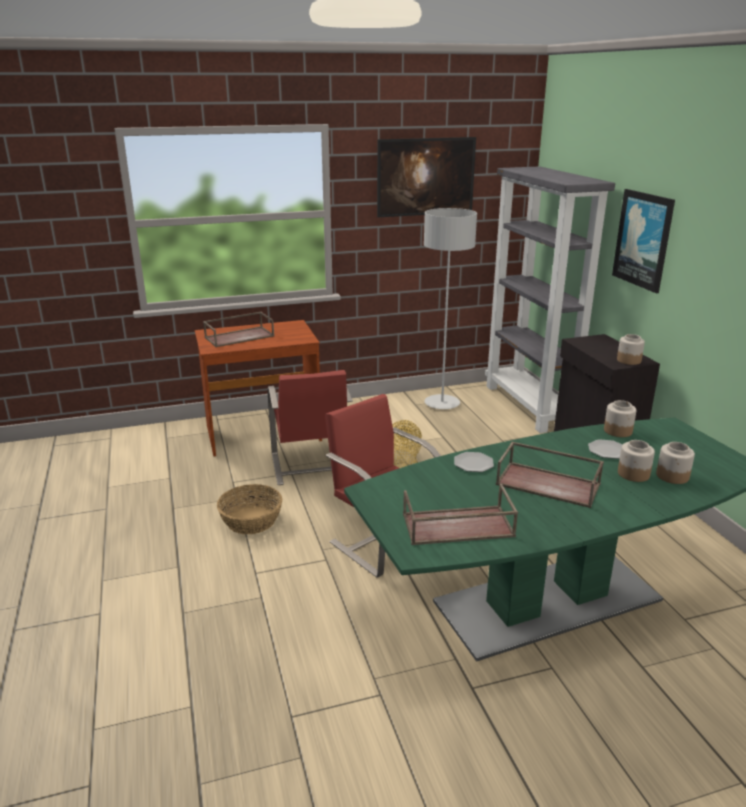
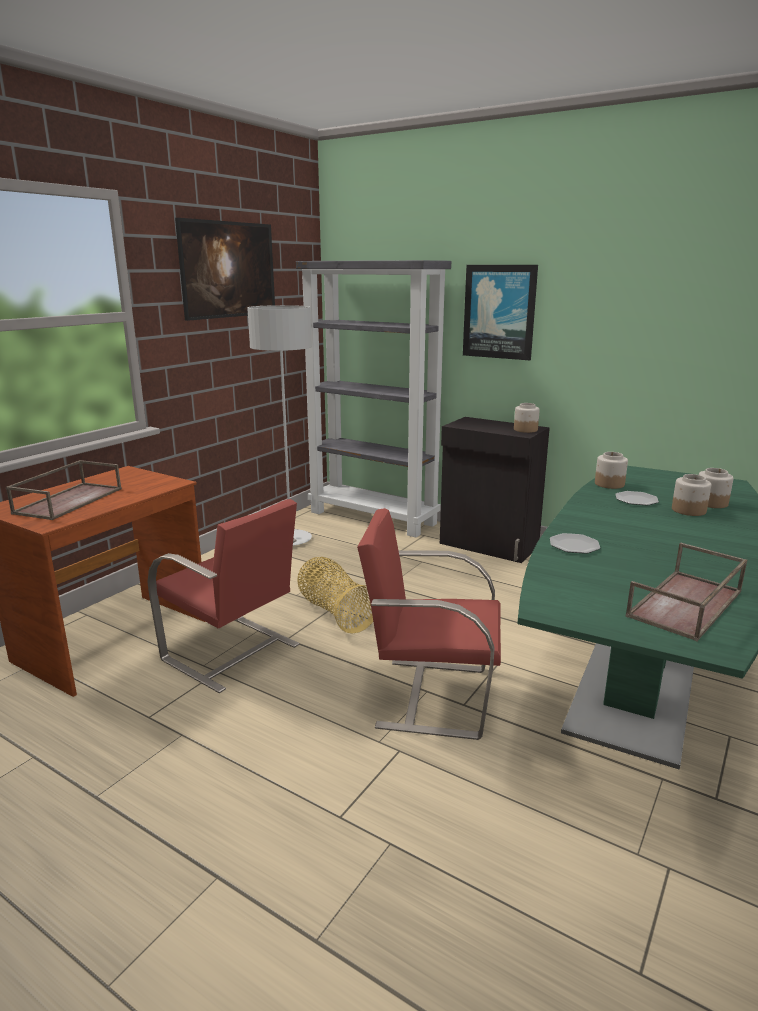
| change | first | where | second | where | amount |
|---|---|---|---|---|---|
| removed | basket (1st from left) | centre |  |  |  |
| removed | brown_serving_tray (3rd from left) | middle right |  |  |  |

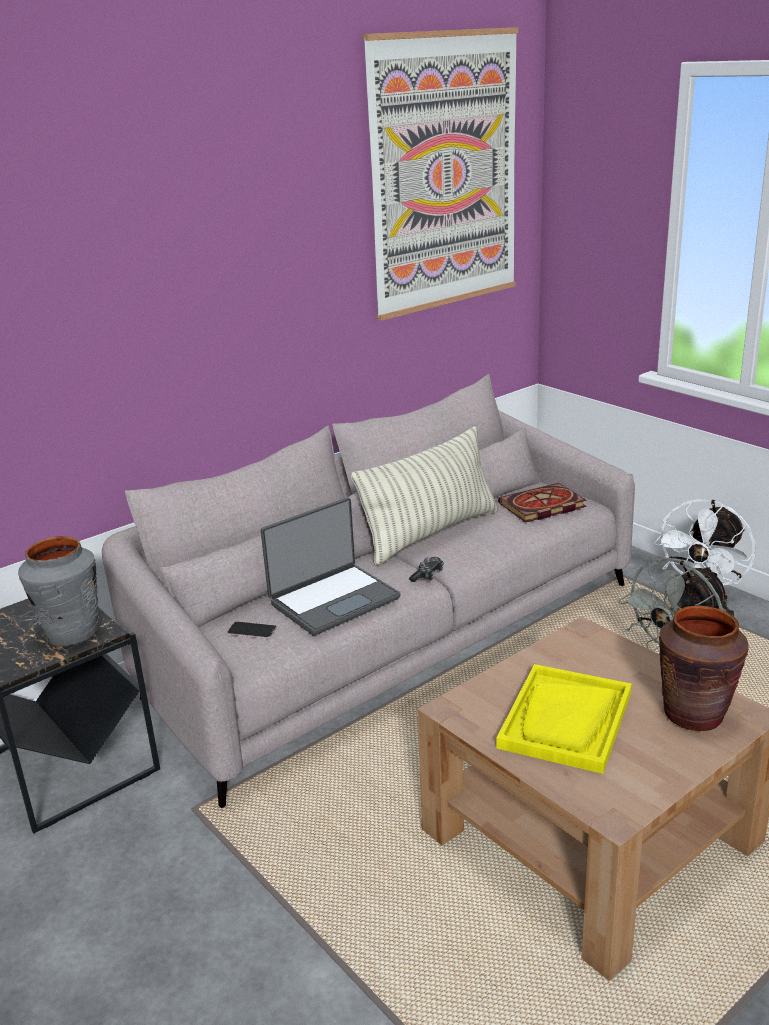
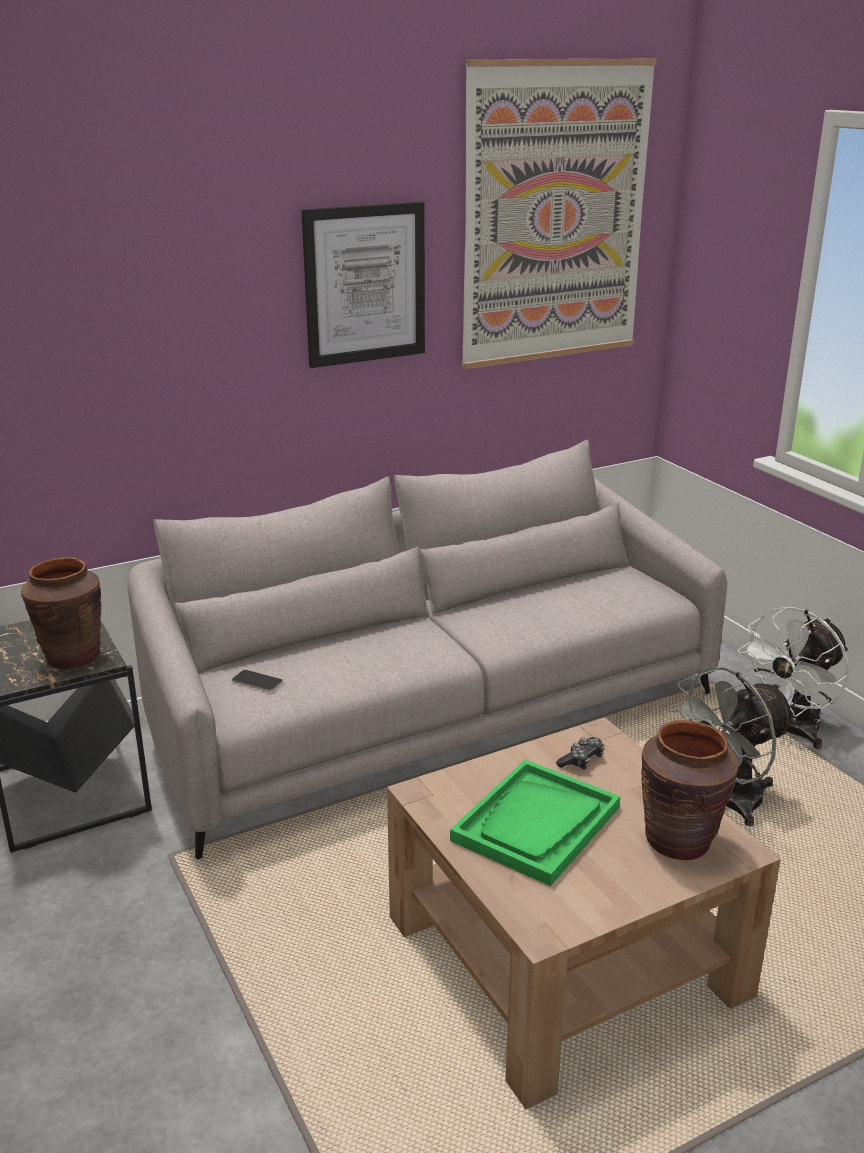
| change | first | where | second | where | amount |
|---|---|---|---|---|---|
| recoloured | greyish_decorative_vase | middle left | brown_decorative_vase (1st from left) | middle left |  |
| added |  |  | wall_picture (1st from left) | top centre |  |
| recoloured | yellowish_serving_tray | bottom right | green_serving_tray | bottom centre |  |
| moved | joypad | centre |  | middle right |  |
| removed | laptop | centre |  |  |  |
| removed | cushion | centre |  |  |  |
| removed | book | middle right |  |  |  |

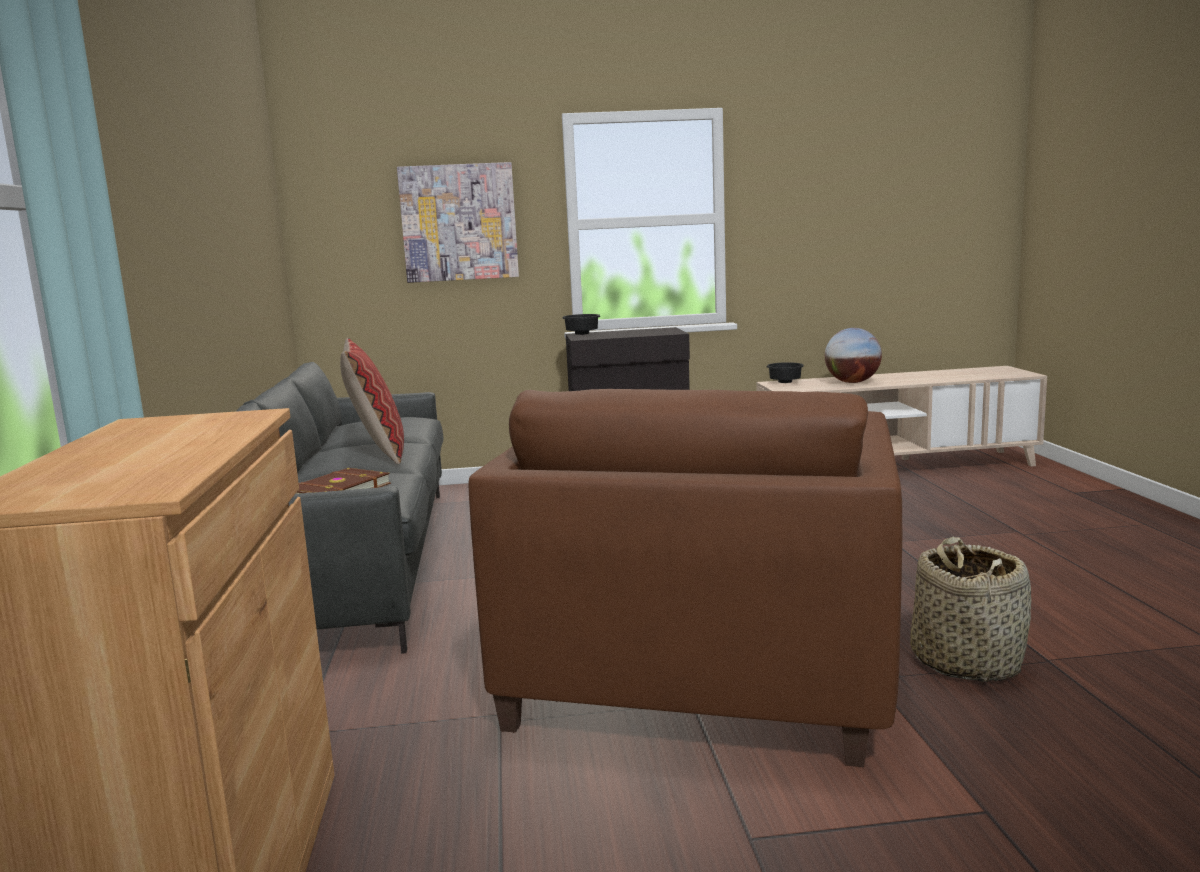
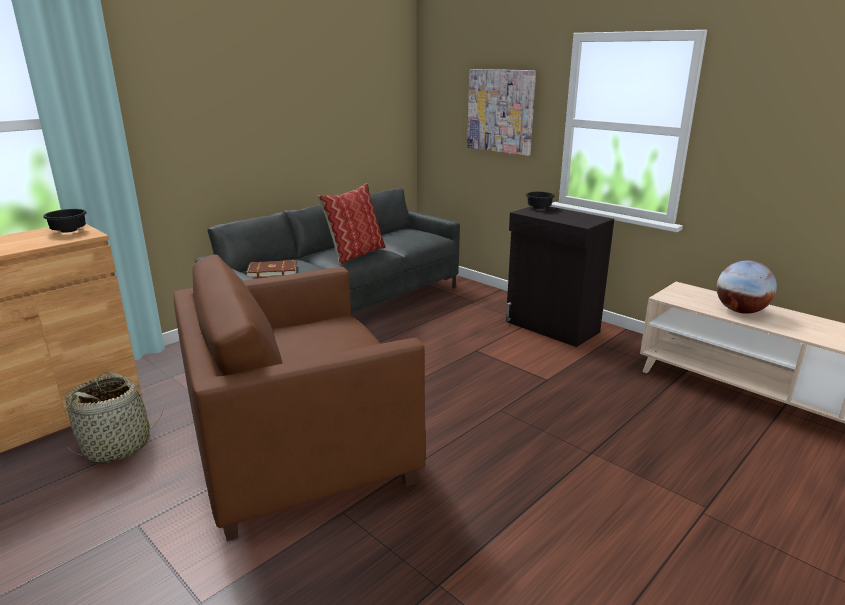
| change | first | where | second | where | amount |
|---|---|---|---|---|---|
| moved | black-coloured_serving_bowl (2nd from left in the first image) | centre | black-coloured_serving_bowl (1st from left) | middle left |  |
| moved | basket | bottom right |  | bottom left |  |

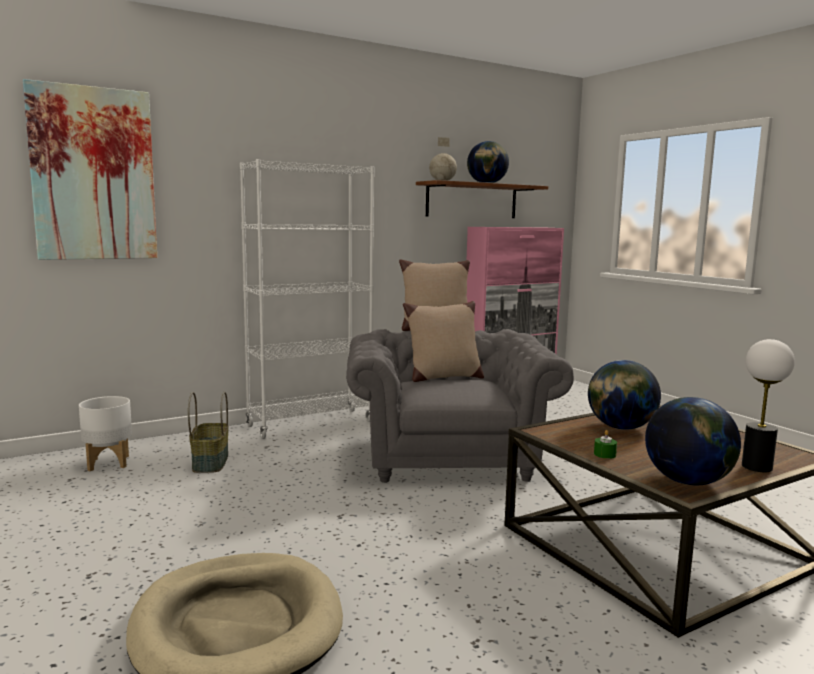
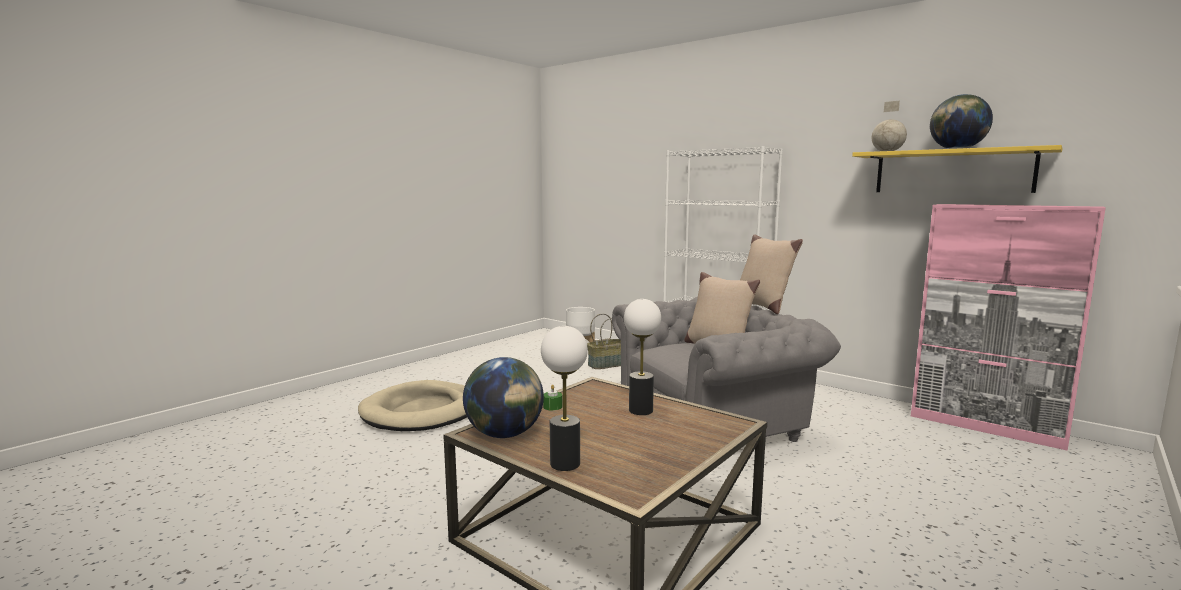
| change | first | where | second | where | amount |
|---|---|---|---|---|---|
| replaced | desk_globe (3rd from left) | middle right | table_lamp (2nd from left) | centre |  |
| recoloured | brown_wall_shelf | top centre | yellowish_wall_shelf | top right |  |
| removed | wall_picture | top left |  |  |  |

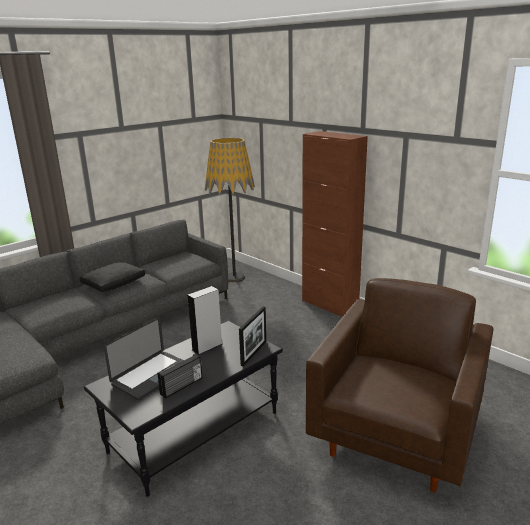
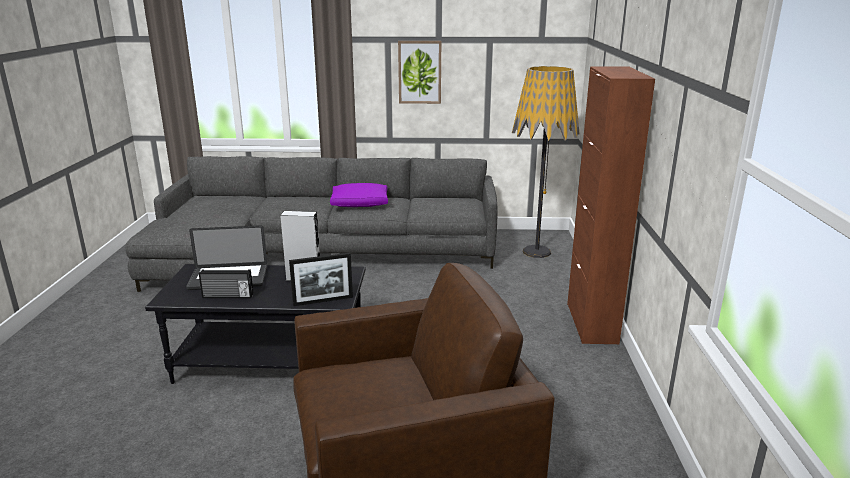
| change | first | where | second | where | amount |
|---|---|---|---|---|---|
| recoloured | black-coloured_cushion | middle left | purplish_cushion | centre |  |
| added |  |  | wall_picture | top centre |  |

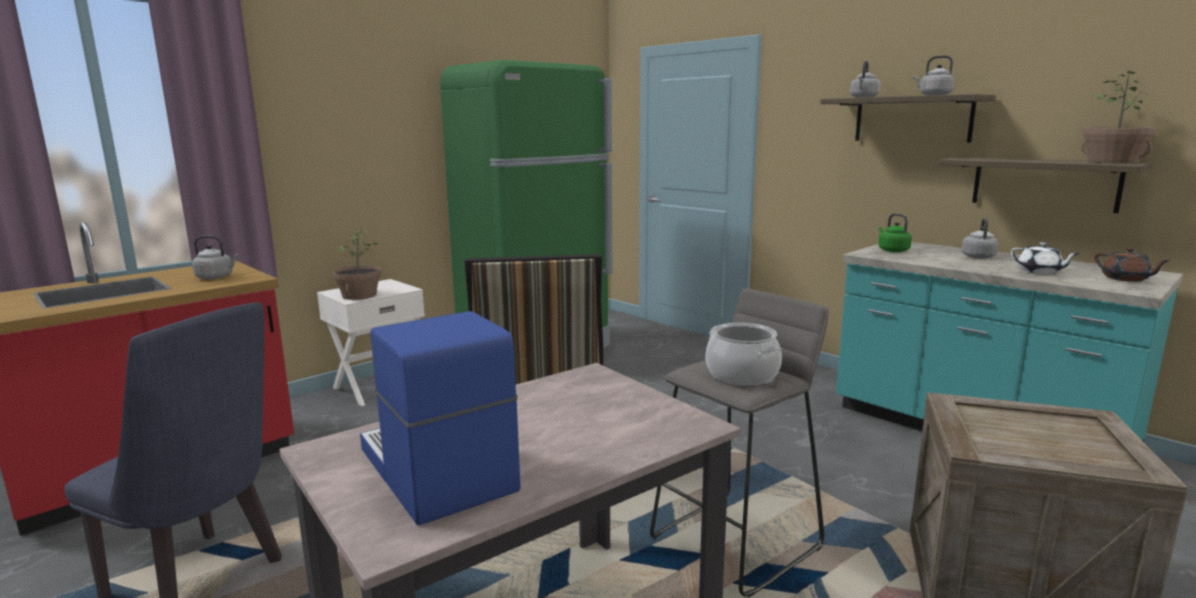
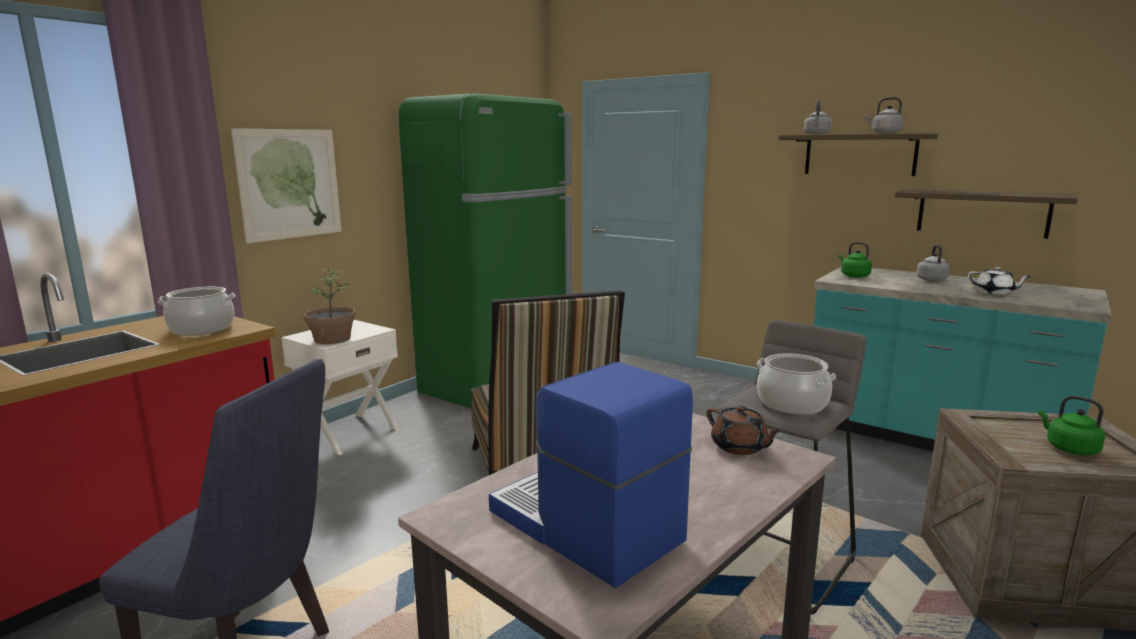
| change | first | where | second | where | amount |
|---|---|---|---|---|---|
| replaced | greyish_water_kettle (1st from left) | middle left | stockpot (1st from left) | middle left |  |
| added |  |  | wall_picture | top left |  |
| moved | brown_pot_for_tea | middle right |  | bottom centre |  |
| added |  |  | green_water_kettle (2nd from left) | middle right |  |
| removed | houseplant (2nd from left) | top right |  |  |  |

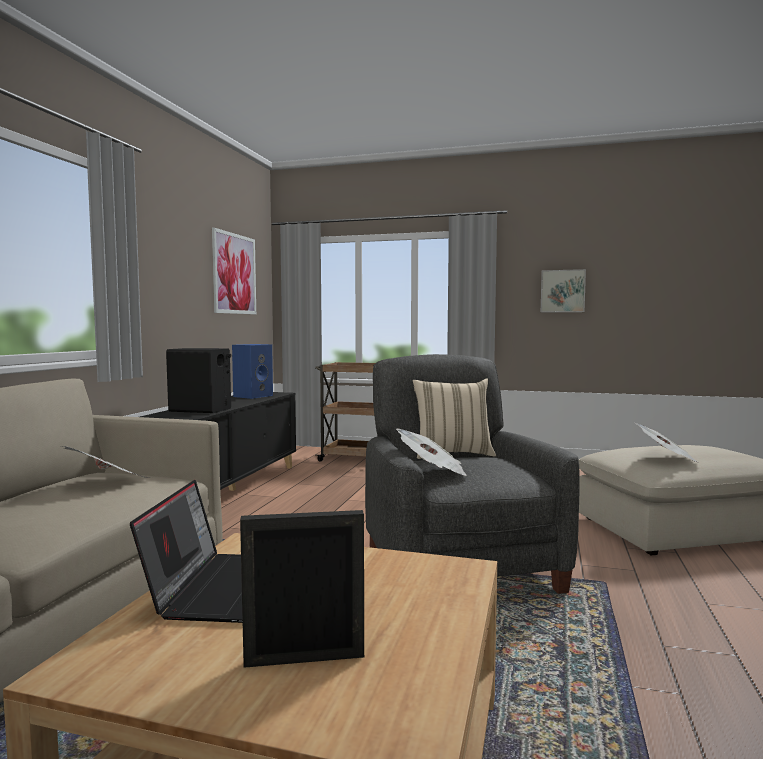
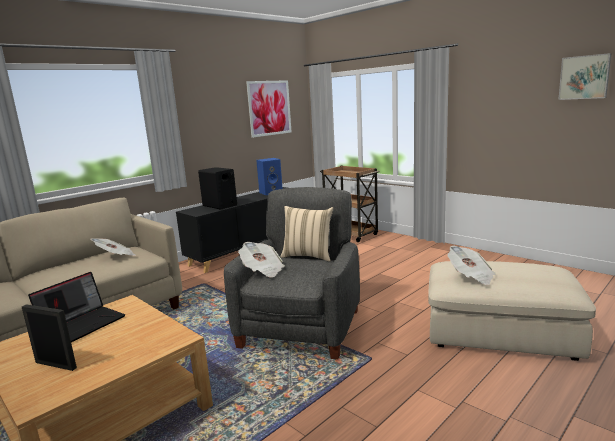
| change | first | where | second | where | amount |
|---|---|---|---|---|---|
| moved | wall_picture (2nd from left) | middle right |  | top right |  |

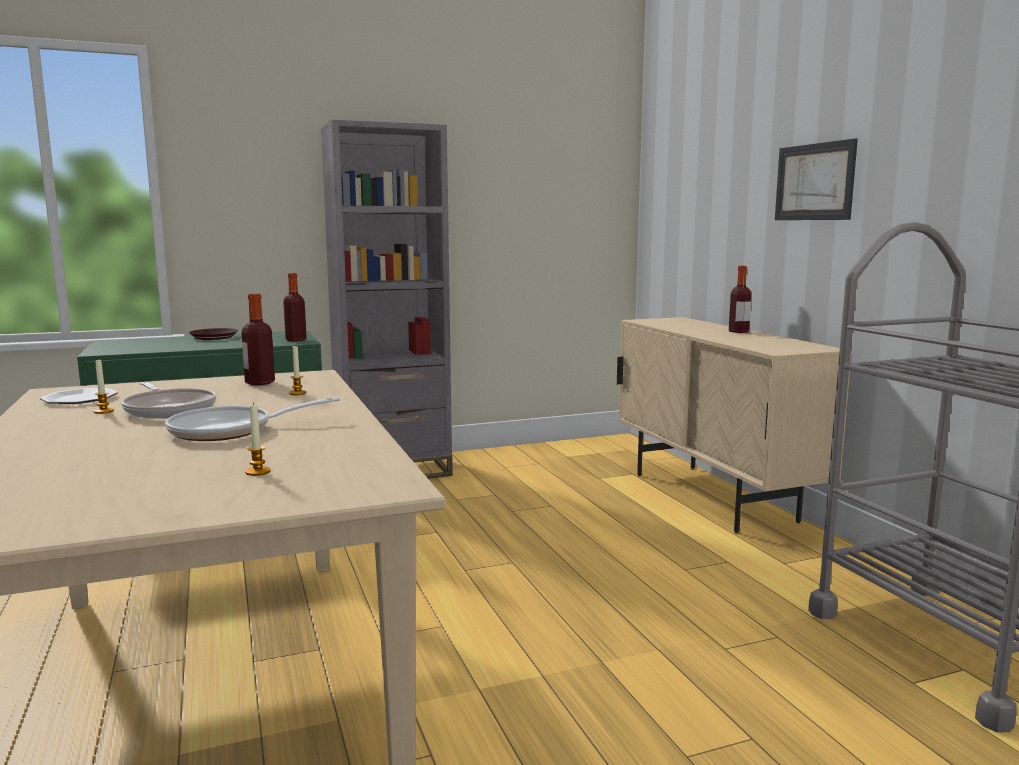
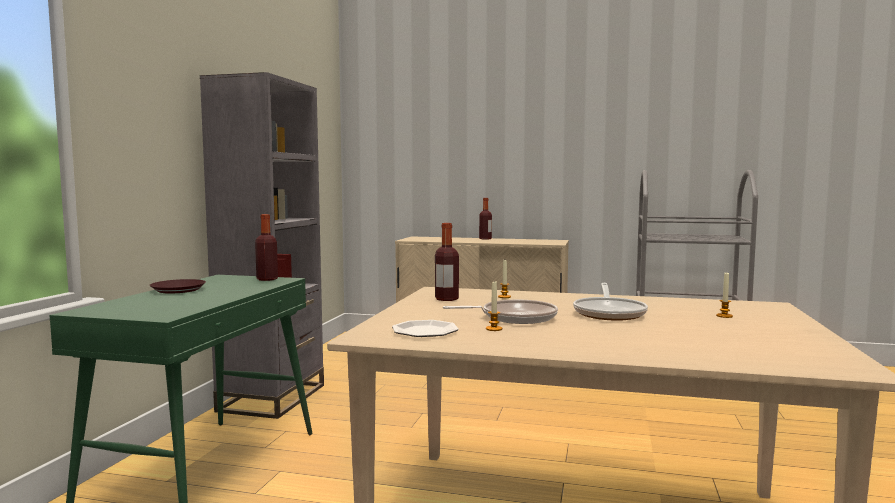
| change | first | where | second | where | amount |
|---|---|---|---|---|---|
| removed | wall_picture | top right |  |  |  |

